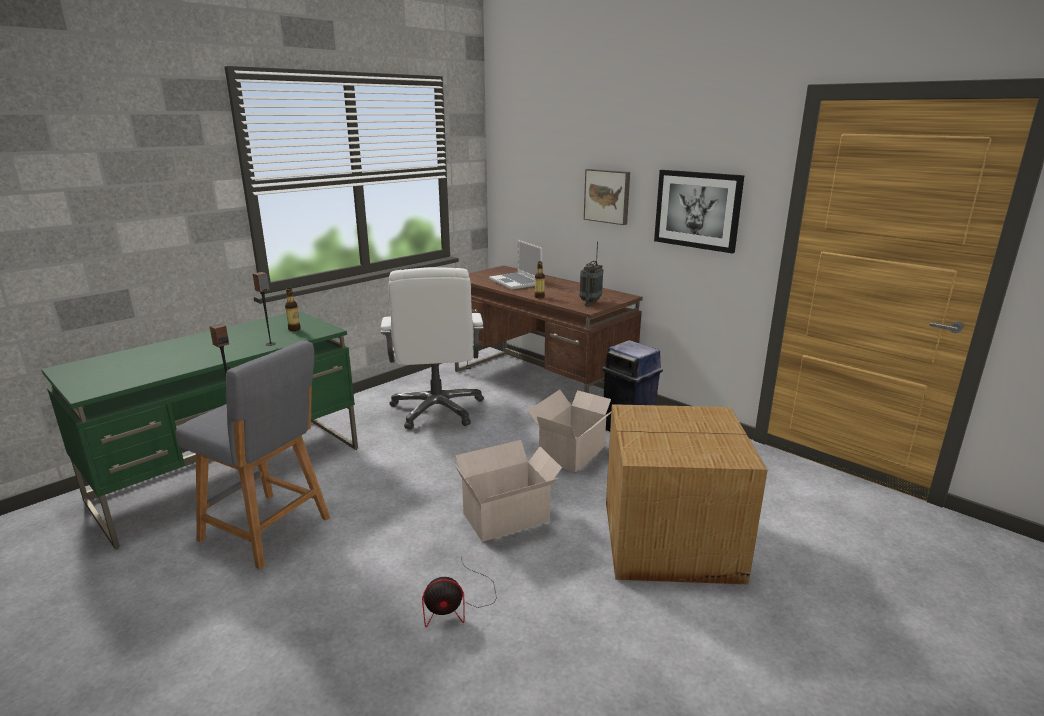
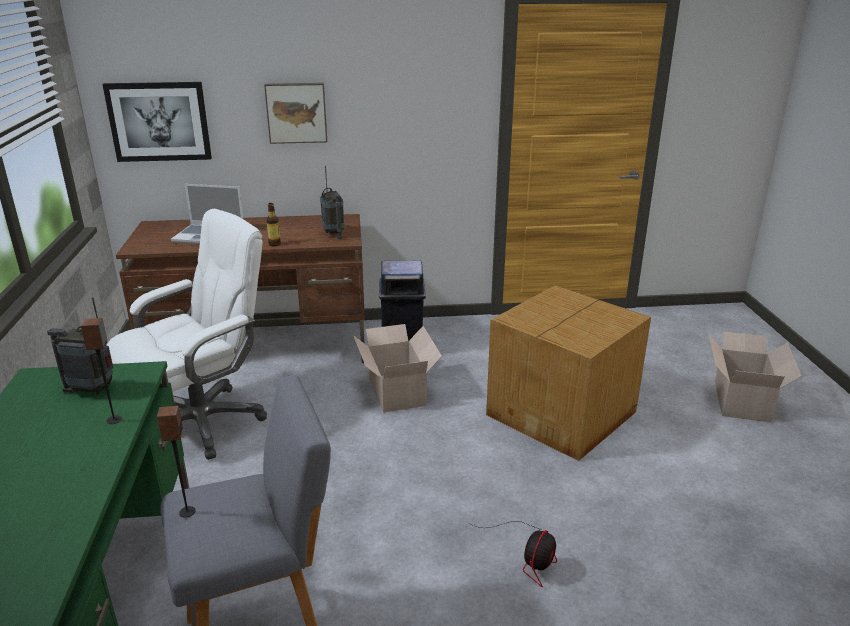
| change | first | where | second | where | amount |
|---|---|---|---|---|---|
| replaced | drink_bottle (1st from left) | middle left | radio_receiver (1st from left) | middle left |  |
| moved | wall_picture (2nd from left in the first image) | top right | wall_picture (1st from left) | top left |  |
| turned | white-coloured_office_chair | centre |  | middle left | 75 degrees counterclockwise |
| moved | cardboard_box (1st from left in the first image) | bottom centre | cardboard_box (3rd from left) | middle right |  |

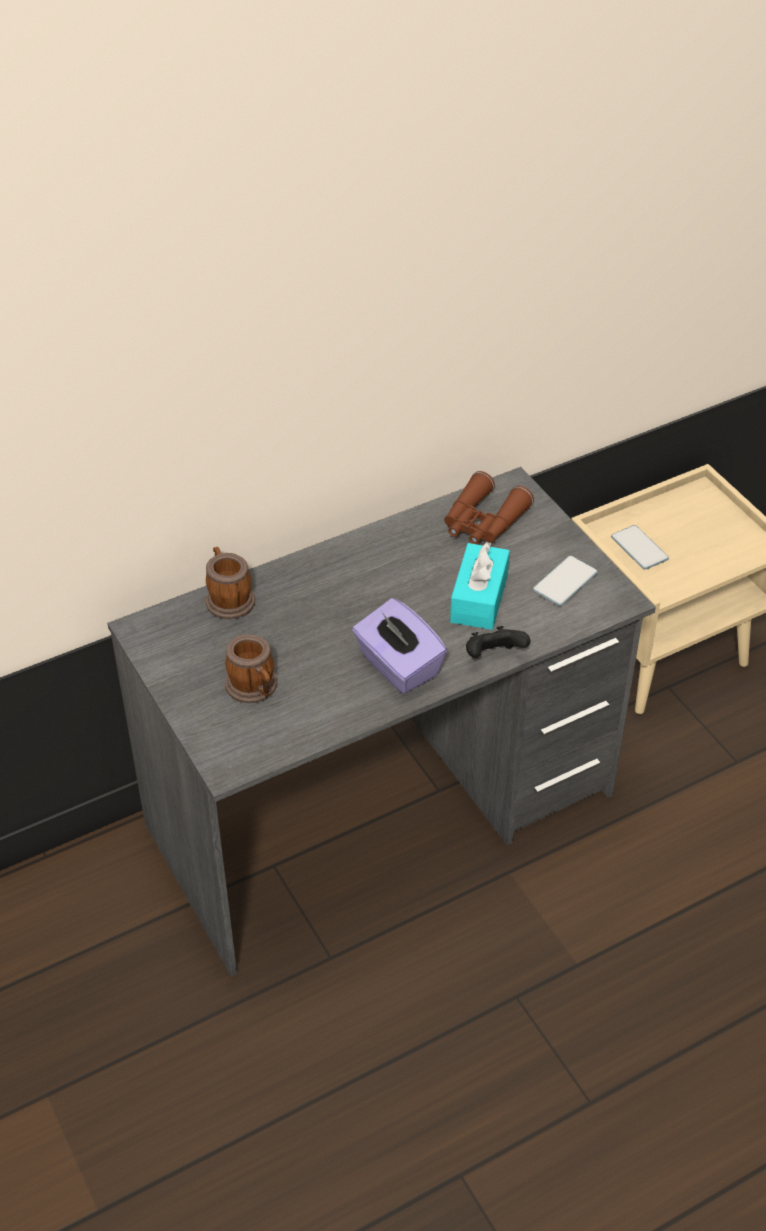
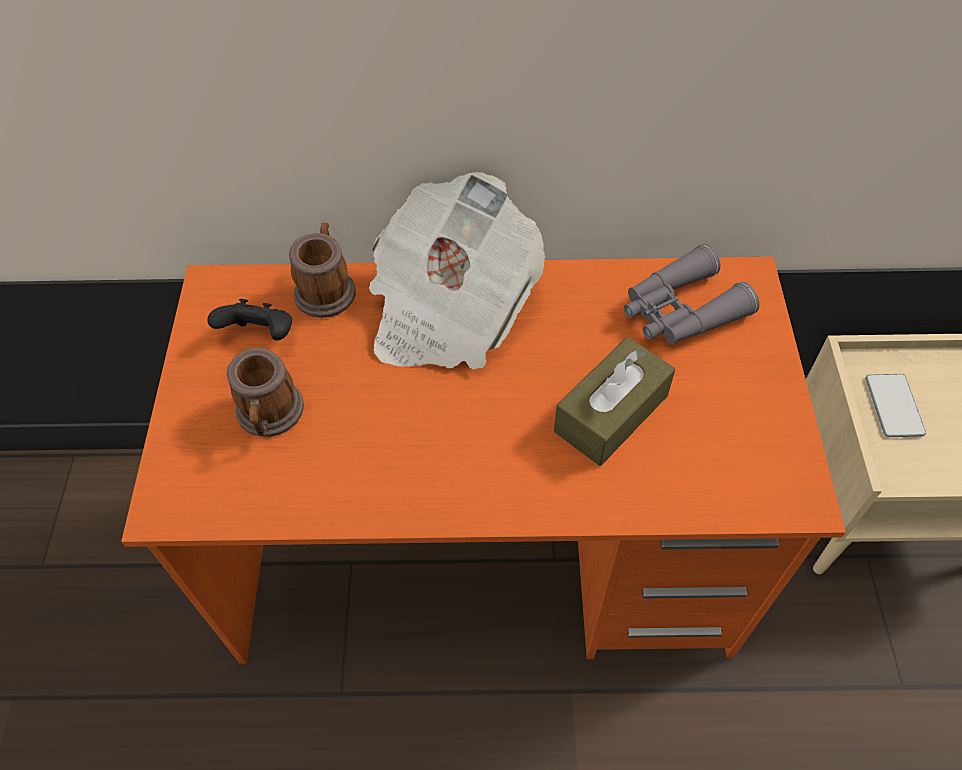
| change | first | where | second | where | amount |
|---|---|---|---|---|---|
| recoloured | greyish_desk_table | centre | orangey_desk_table | centre |  |
| moved | black-coloured_joypad | centre |  | middle left |  |
| added |  |  | daily_paper | centre |  |
| recoloured | turquoise_tissue_box | centre | brown_tissue_box | centre |  |
| recoloured | brown_field_glasses | centre | greyish_field_glasses | middle right |  |
| removed | purplish_tissue_box | centre |  |  |  |
| removed | phone (1st from left) | middle right |  |  |  |

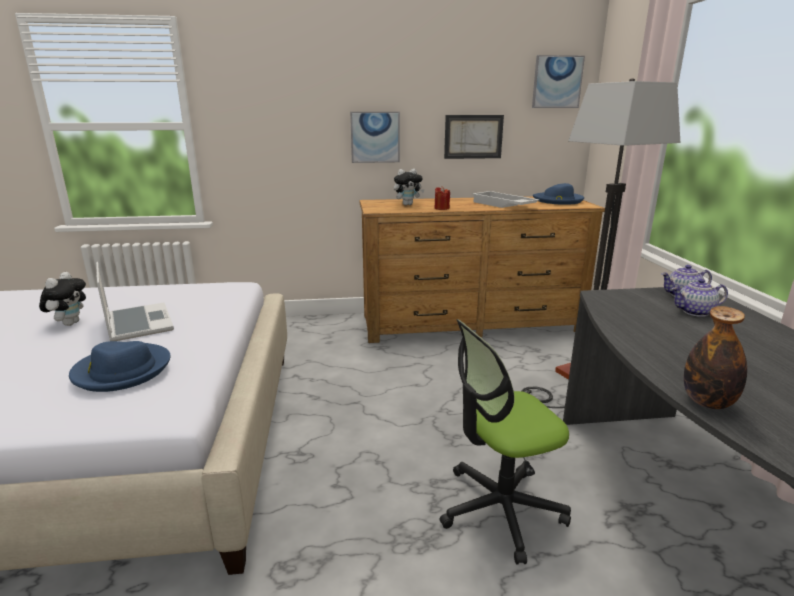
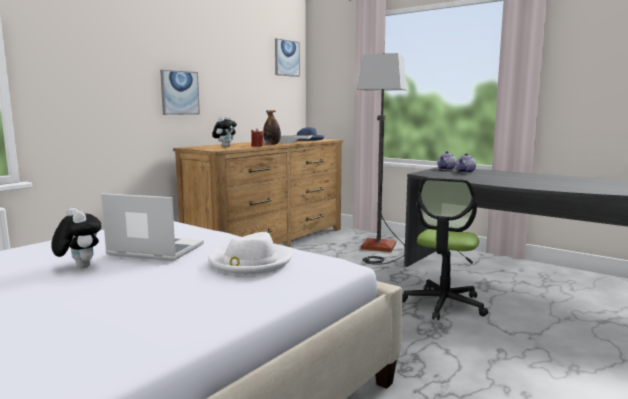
| change | first | where | second | where | amount |
|---|---|---|---|---|---|
| recoloured | blue-coloured_clothing_hat (1st from left) | middle left | white-coloured_clothing_hat | centre |  |
| moved | drink_bottle | middle right |  | top centre |  |
| removed | wall_picture (2nd from left) | top centre |  |  |  |

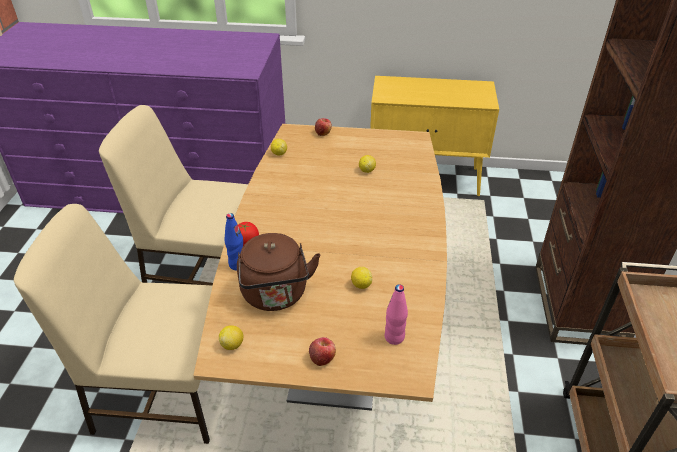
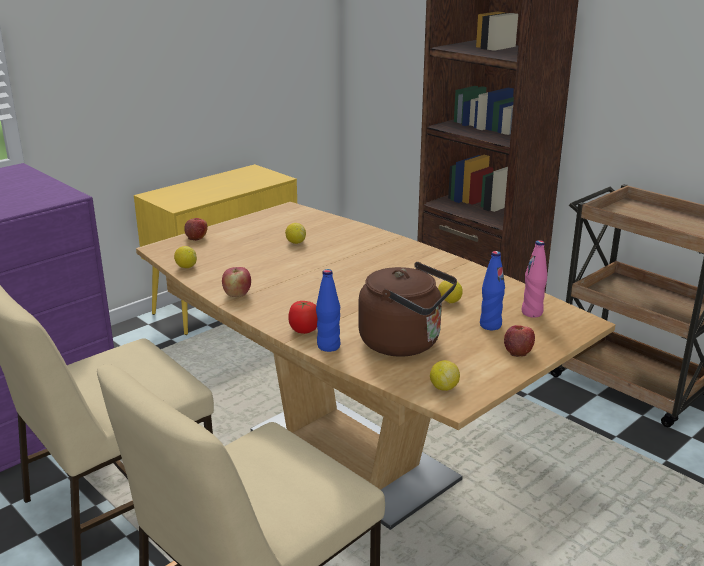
| change | first | where | second | where | amount |
|---|---|---|---|---|---|
| added |  |  | apple (2nd from left) | centre |  |
| added |  |  | blue-coloured_drink_bottle (2nd from left) | middle right |  |

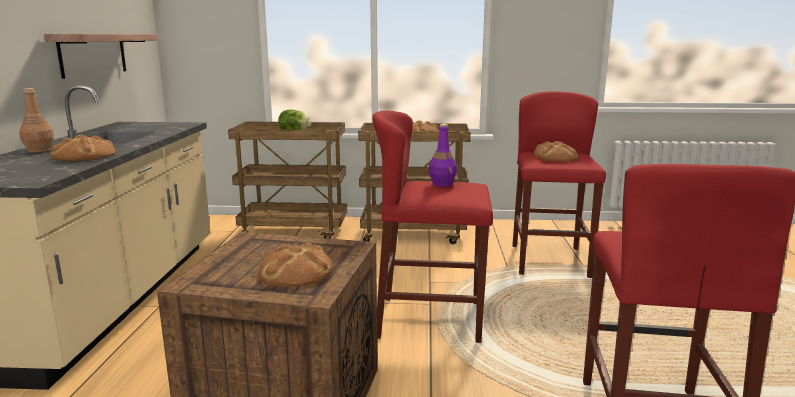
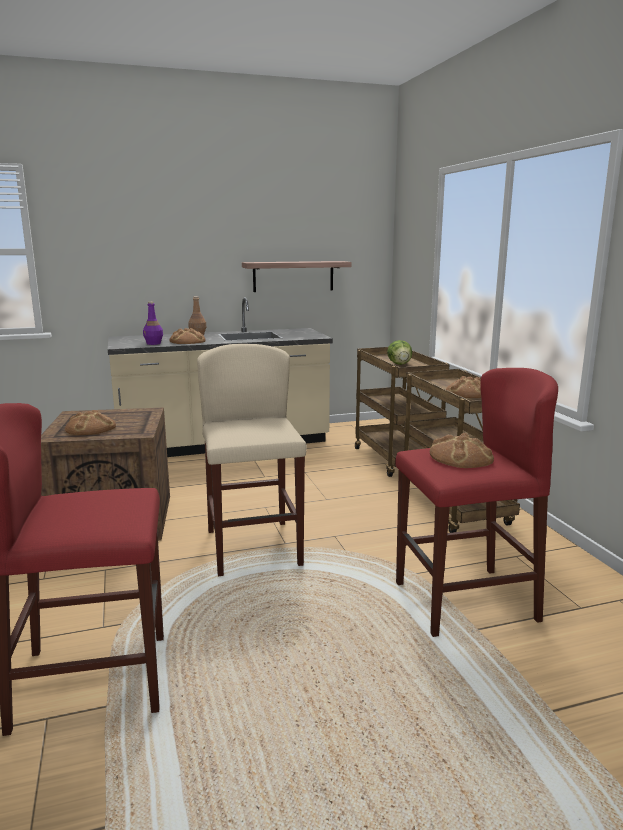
| change | first | where | second | where | amount |
|---|---|---|---|---|---|
| moved | purplish_drink_bottle | centre |  | middle left |  |
| recoloured | red_stool (1st from left) | centre | sand-coloured_stool | centre |  |

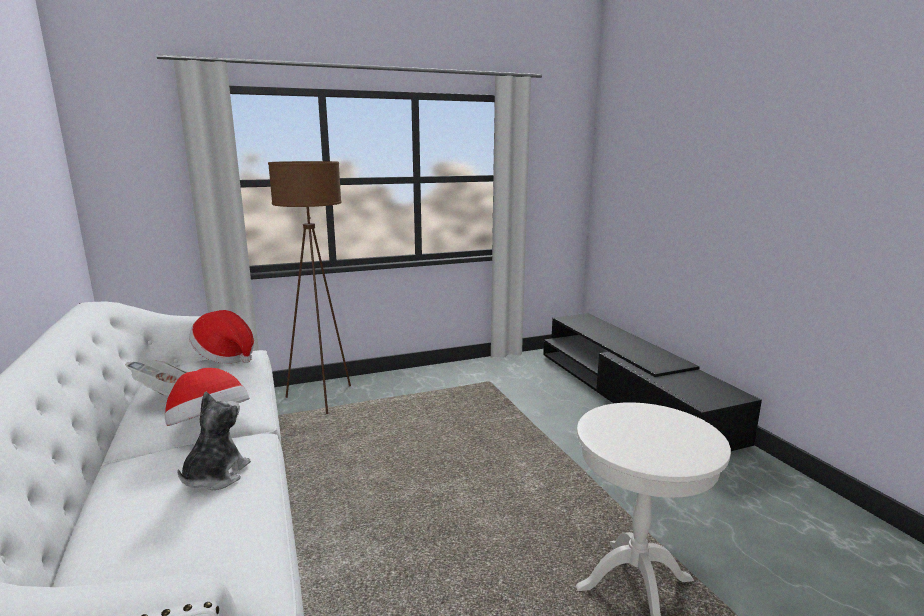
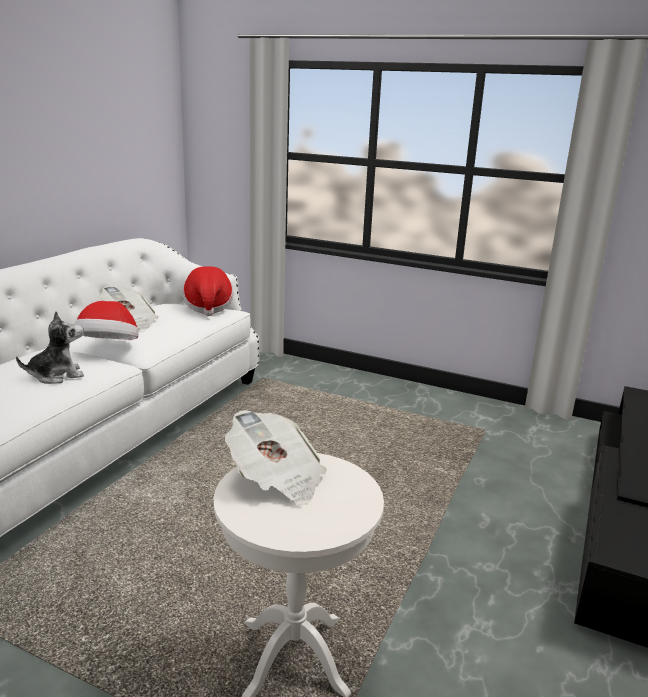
| change | first | where | second | where | amount |
|---|---|---|---|---|---|
| added |  |  | daily_paper (2nd from left) | centre |  |
| removed | brown_standard_lamp | centre |  |  |  |

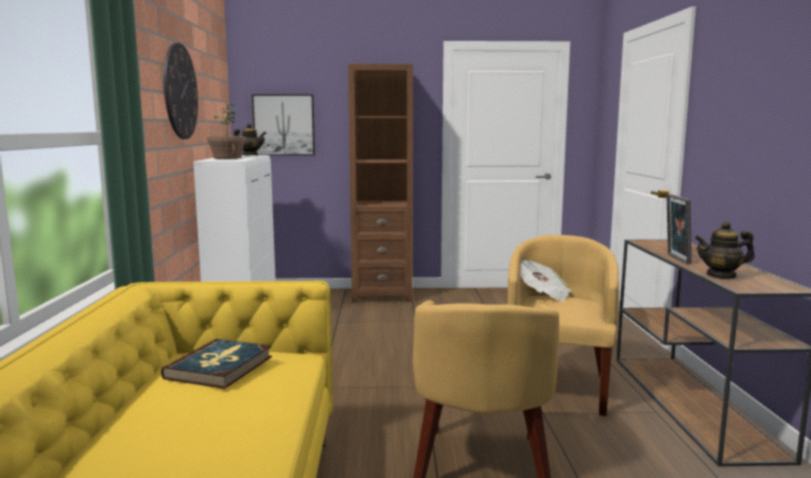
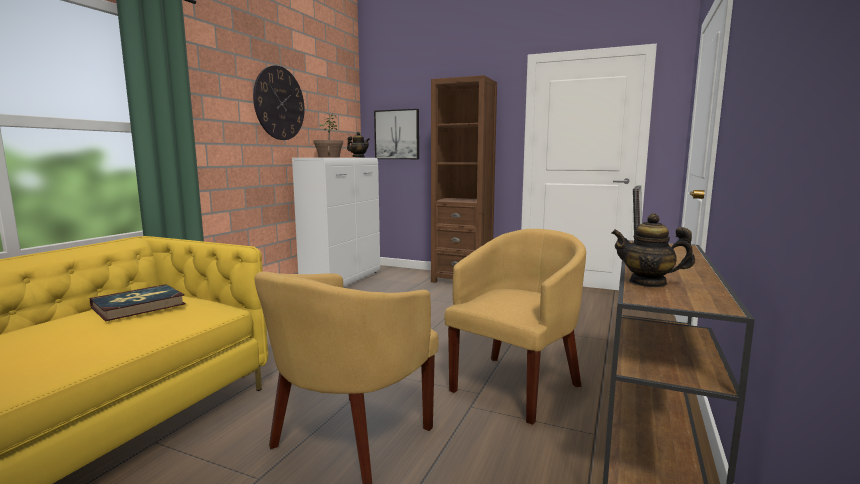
| change | first | where | second | where | amount |
|---|---|---|---|---|---|
| removed | daily_paper | middle right |  |  |  |

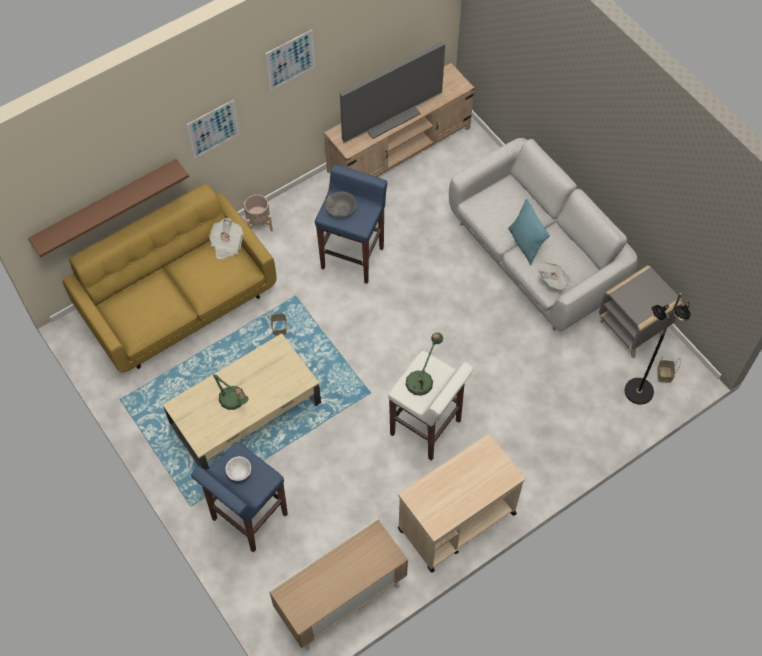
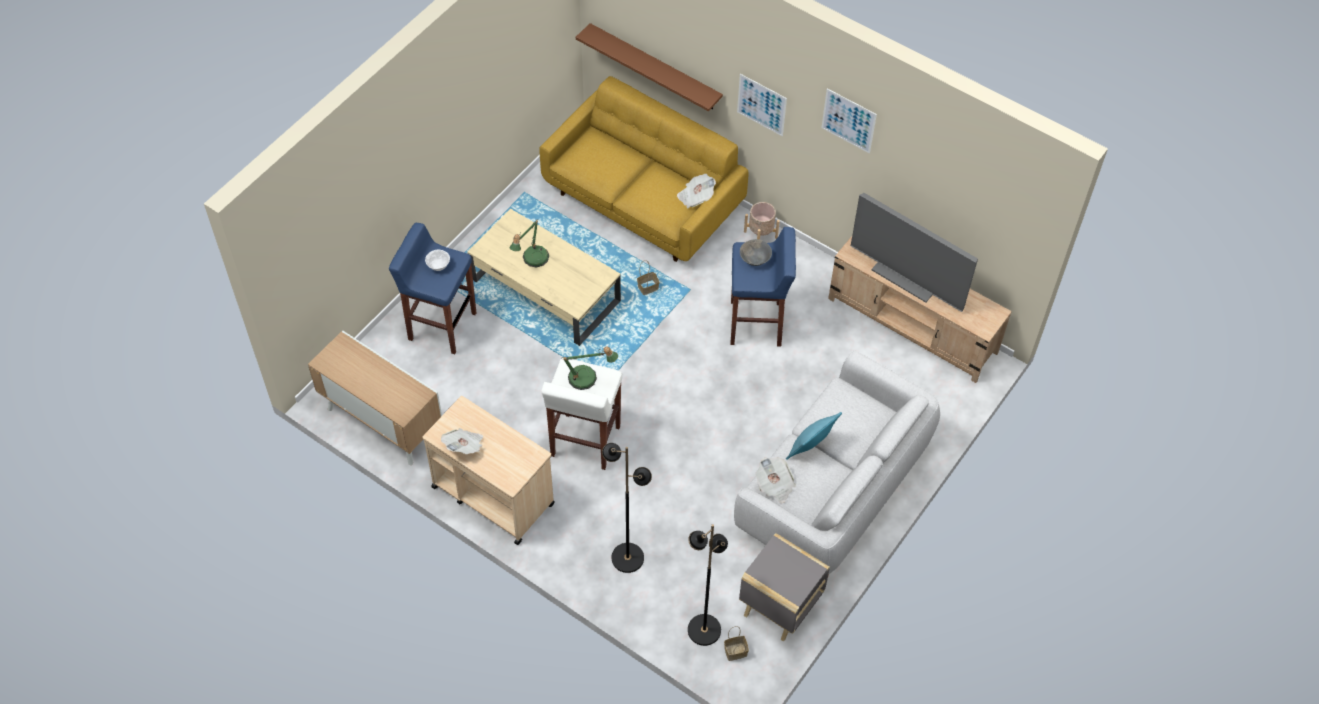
| change | first | where | second | where | amount |
|---|---|---|---|---|---|
| added |  |  | daily_paper (1st from left) | centre |  |
| added |  |  | black-coloured_standard_lamp (1st from left) | bottom centre |  |

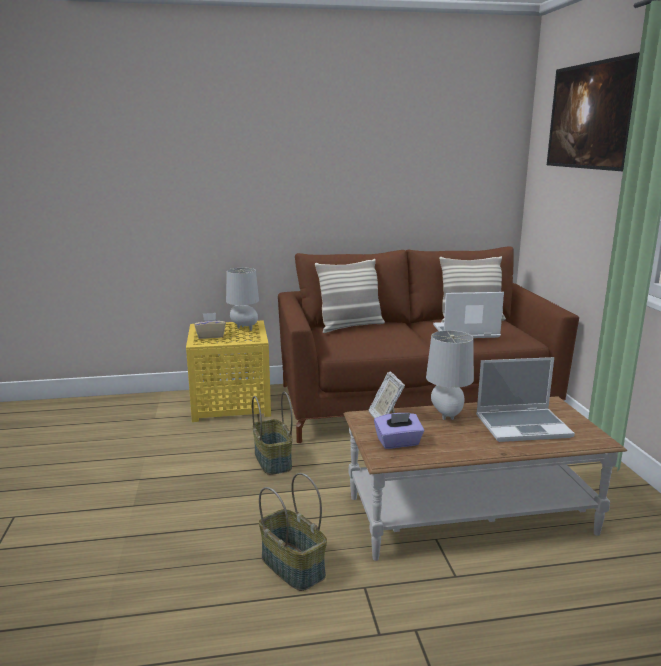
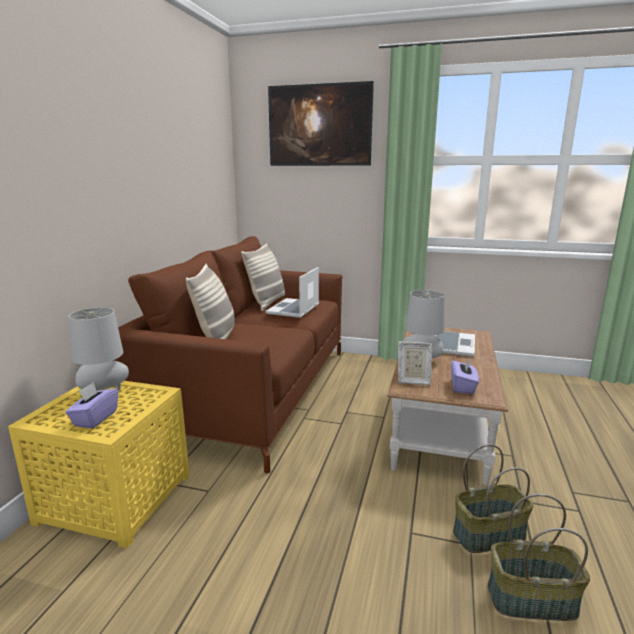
| change | first | where | second | where | amount |
|---|---|---|---|---|---|
| recoloured | sand-coloured_tissue_box | middle left | purplish_tissue_box (1st from left) | middle left |  |
| moved | basket (1st from left in the first image) | centre | basket (2nd from left) | bottom right |  |

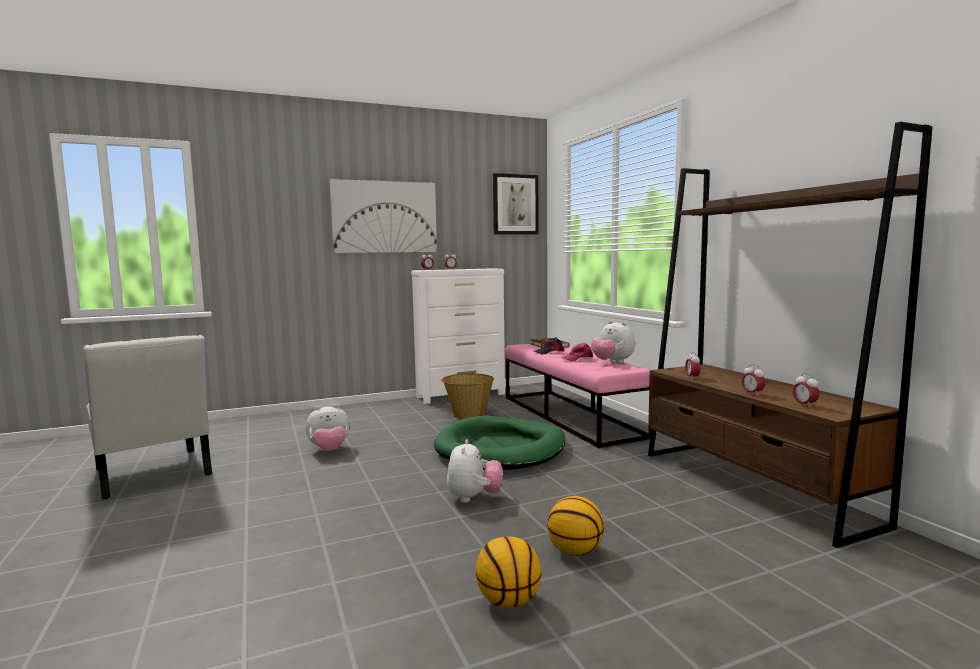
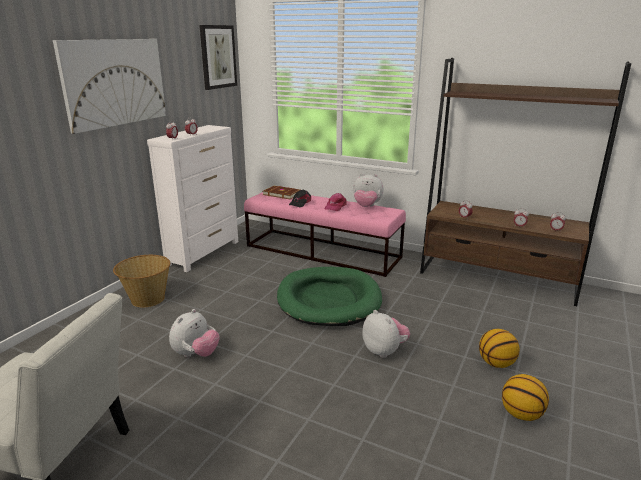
| change | first | where | second | where | amount |
|---|---|---|---|---|---|
| moved | basket | centre |  | middle left |  |

